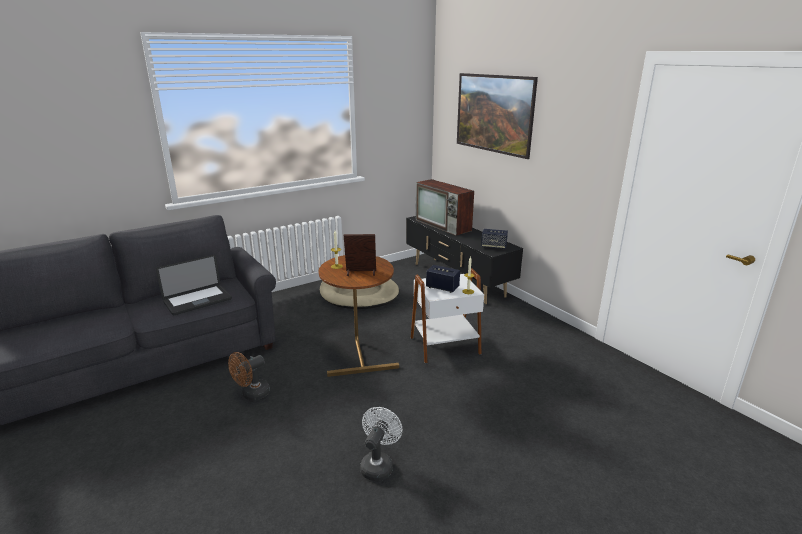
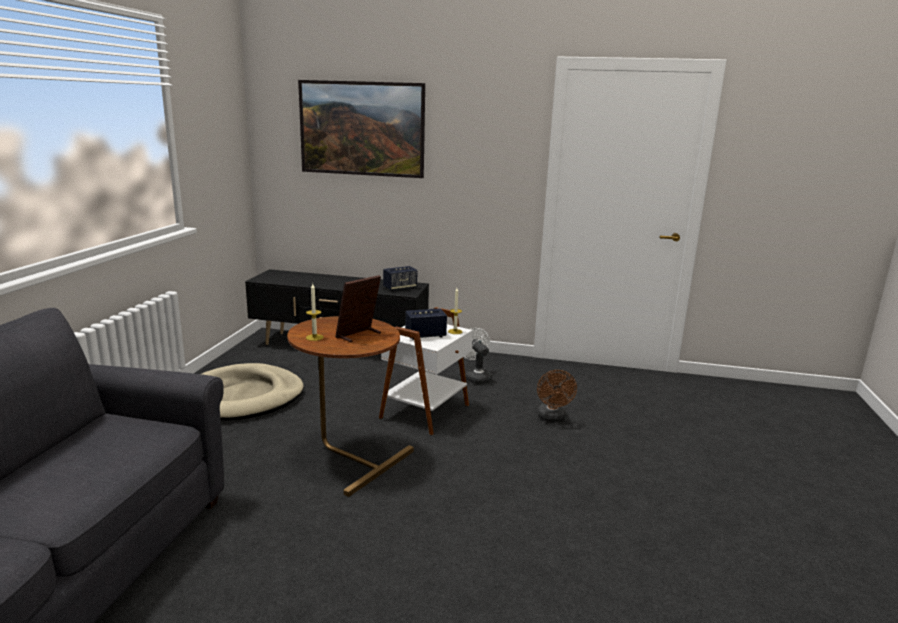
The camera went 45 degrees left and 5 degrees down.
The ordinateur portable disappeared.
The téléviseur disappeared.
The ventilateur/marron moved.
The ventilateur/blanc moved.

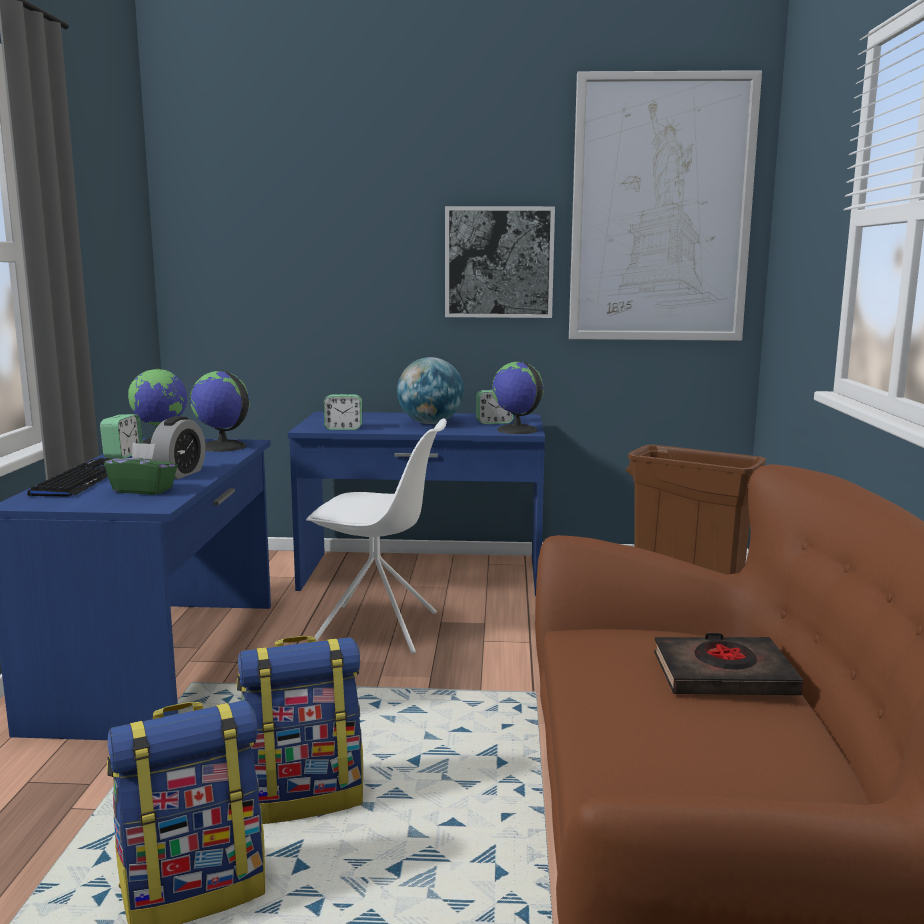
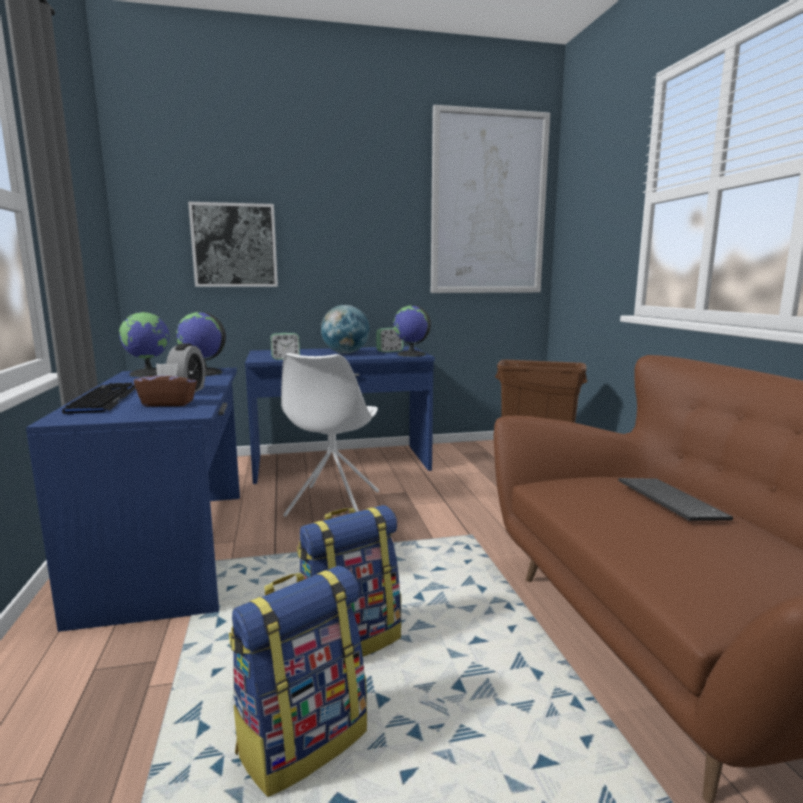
The camera went 15 degrees left and 0 degrees up.
The réveil (1st from left) disappeared.
The tableau (1st from left) moved.
The livre/noir was replaced by the clavier (2nd from left).
The boîte à mouchoirs/vert became the boîte à mouchoirs/marron.
The chaise/blanc turned 105 degrees clockwise.

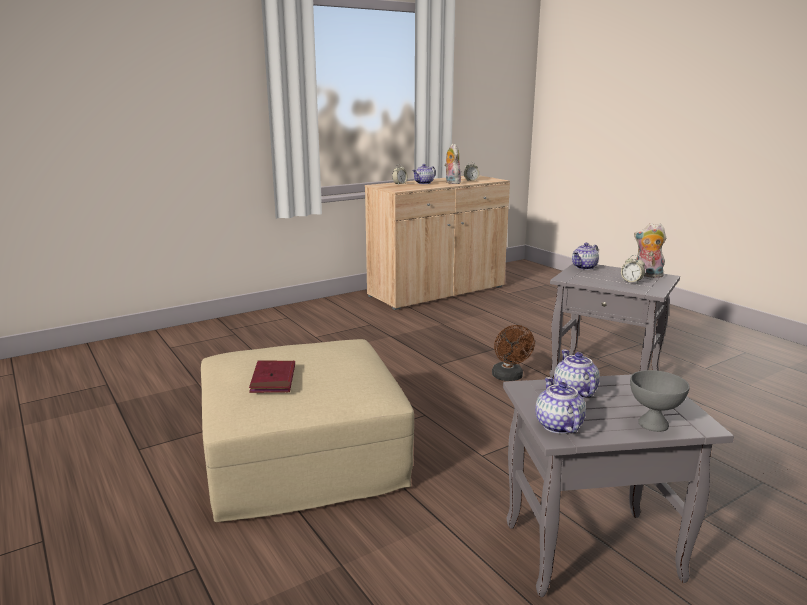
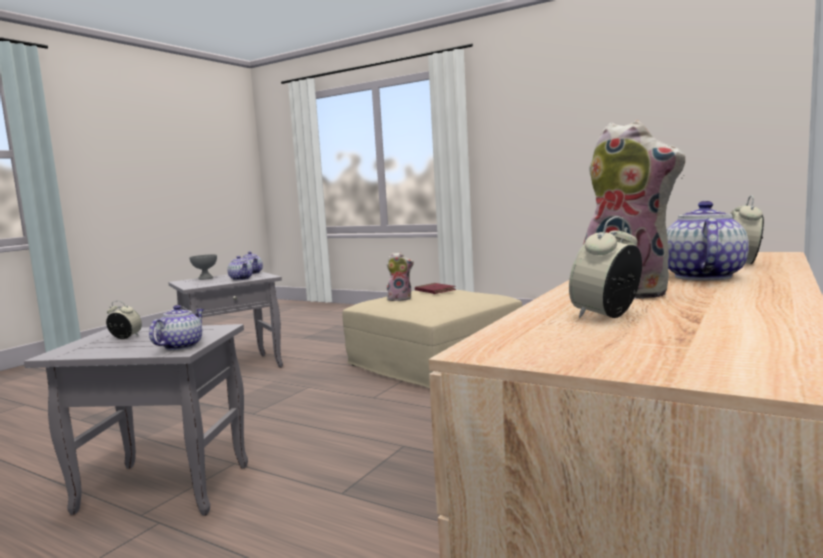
The camera went 155 degrees right and 10 degrees down.
The ventilateur/marron disappeared.
The peluche (2nd from left in the first image) moved.

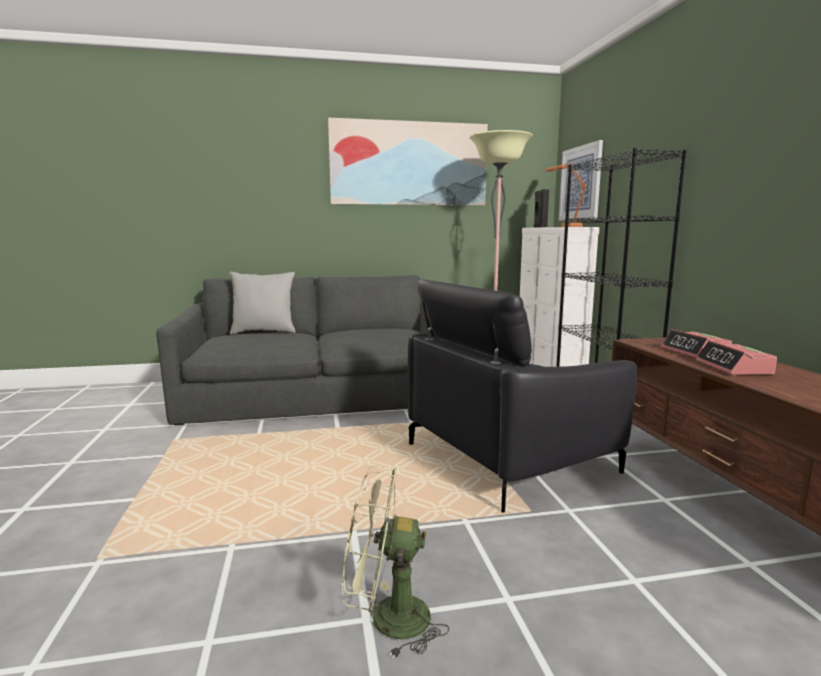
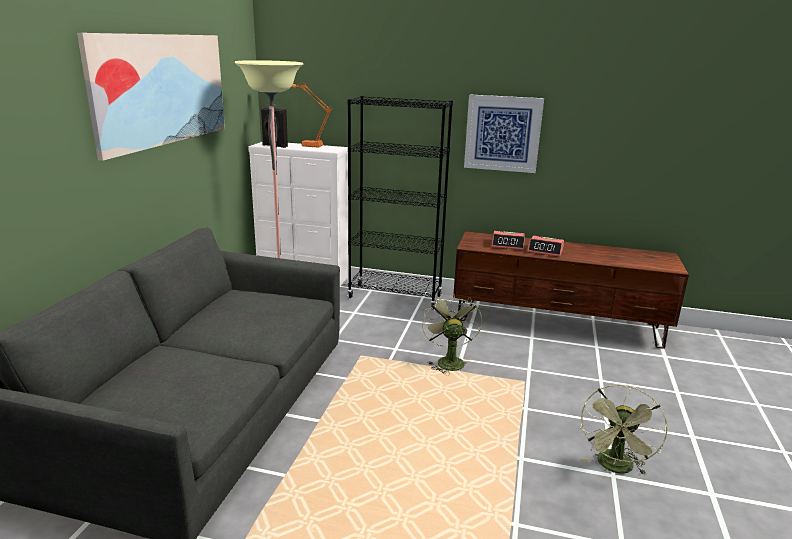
The camera went 65 degrees left and 10 degrees up.
The coussin/gris disappeared.
The tableau (2nd from left) moved.
The fauteuil/noir was replaced by the ventilateur/vert (1st from left).

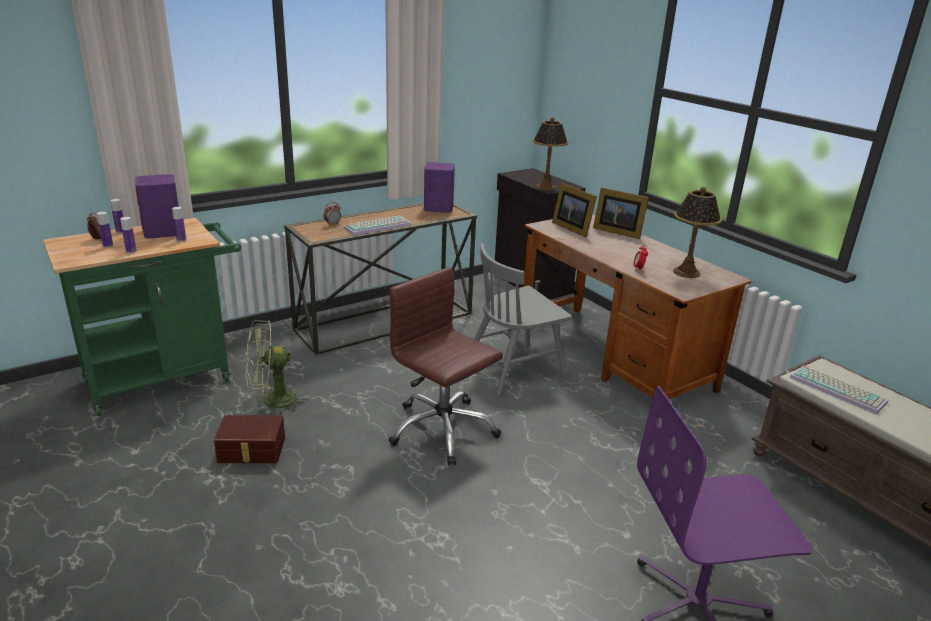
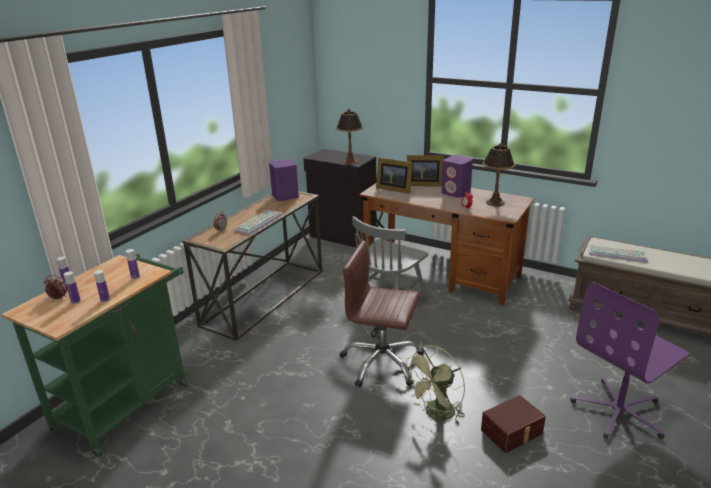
The camera went 25 degrees left and 0 degrees up.
The enceinte/violet (1st from left in the first image) moved.
The boîte de rangement/marron moved.
The ventilateur/vert moved.

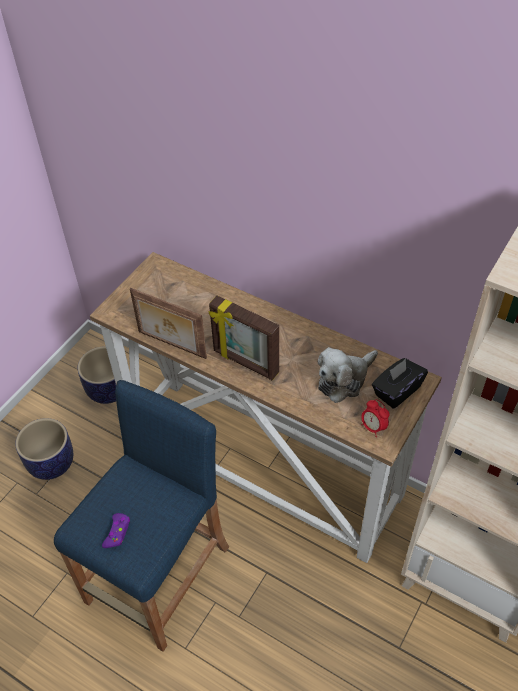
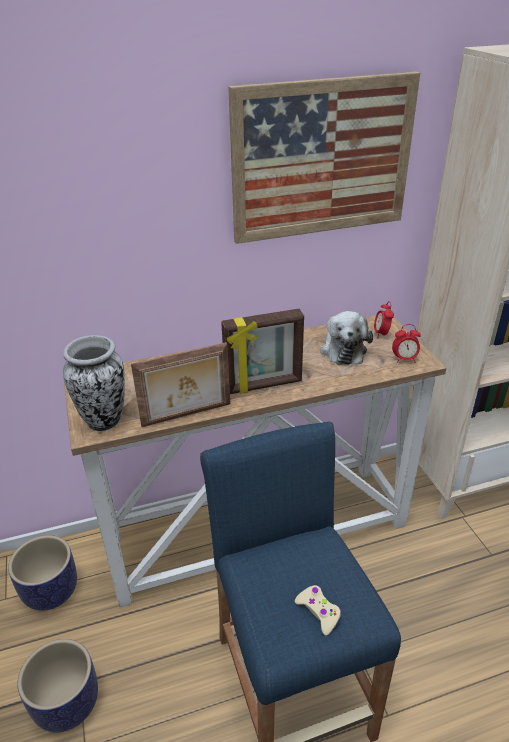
The camera went 50 degrees left and 15 degrees down.
The vase appeared.
The tableau appeared.
The boîte à mouchoirs/noir was replaced by the réveil (1st from left).
The manette/violet became the manette/beige.

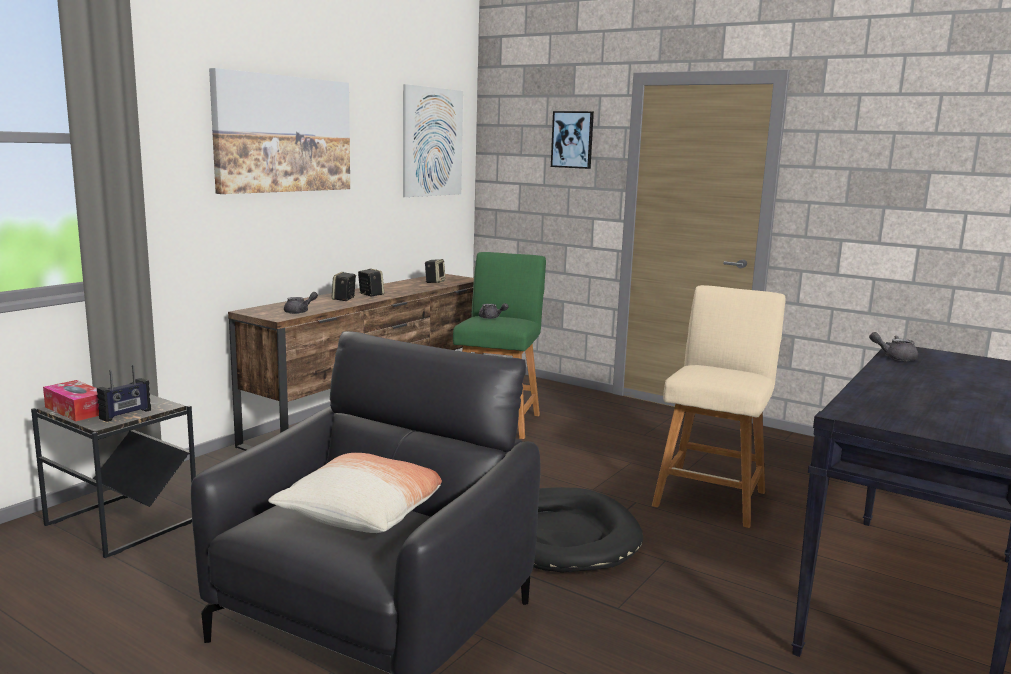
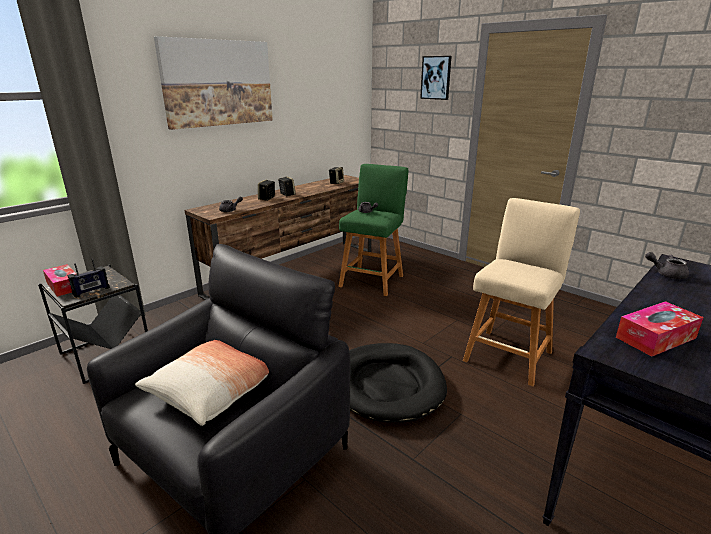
The camera went 10 degrees right and 10 degrees up.
The tableau (2nd from left) disappeared.
The boîte à mouchoirs (2nd from left) appeared.

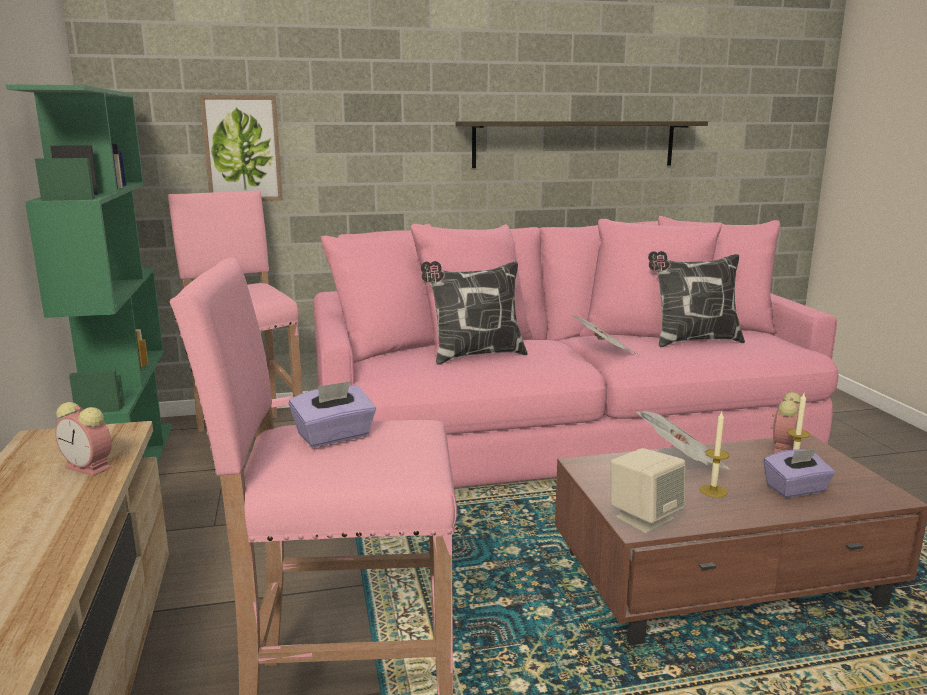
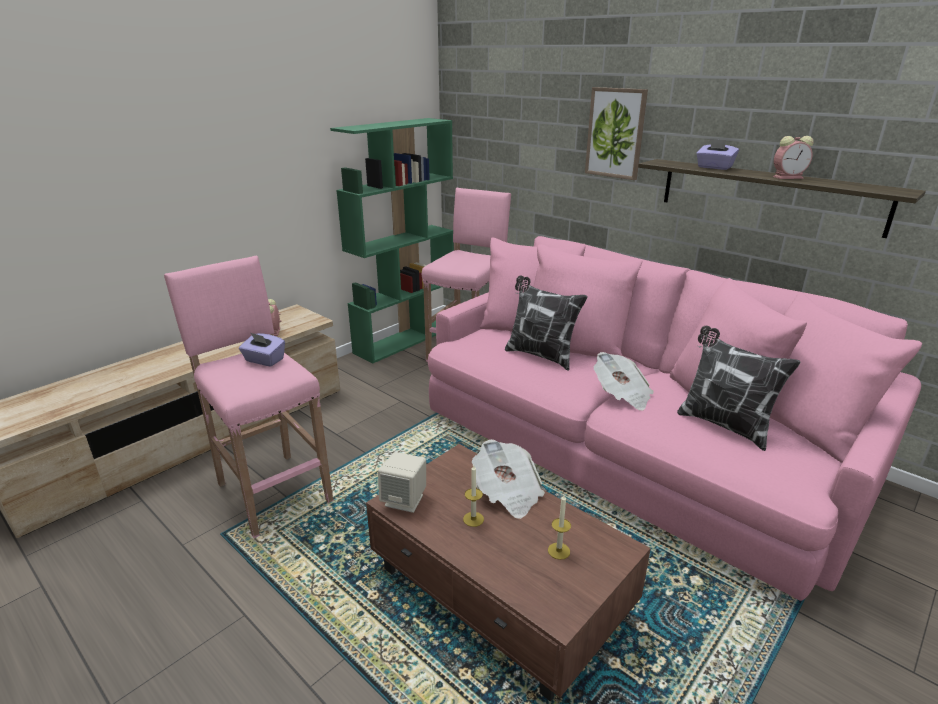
The camera went 55 degrees right and 10 degrees up.
The tableau moved.
The boîte à mouchoirs/violet (2nd from left) moved.
The réveil (2nd from left) moved.

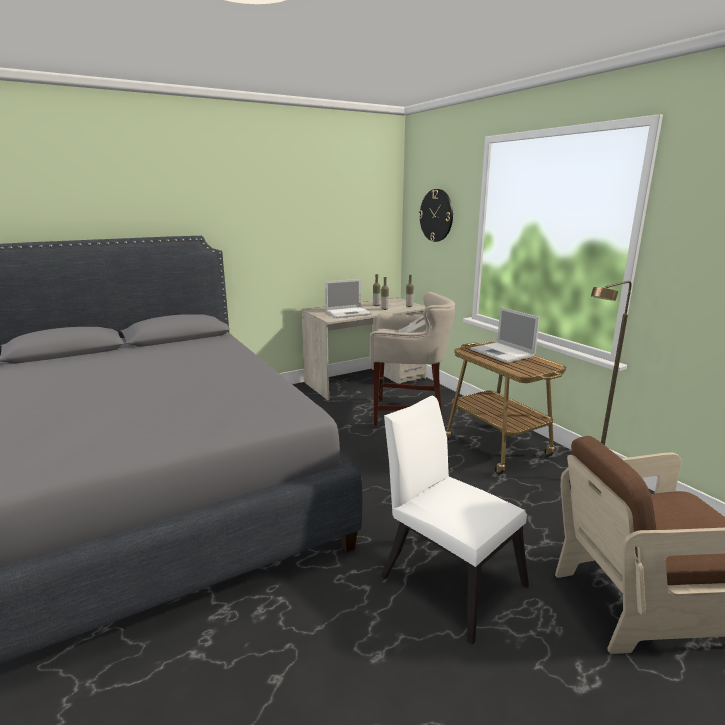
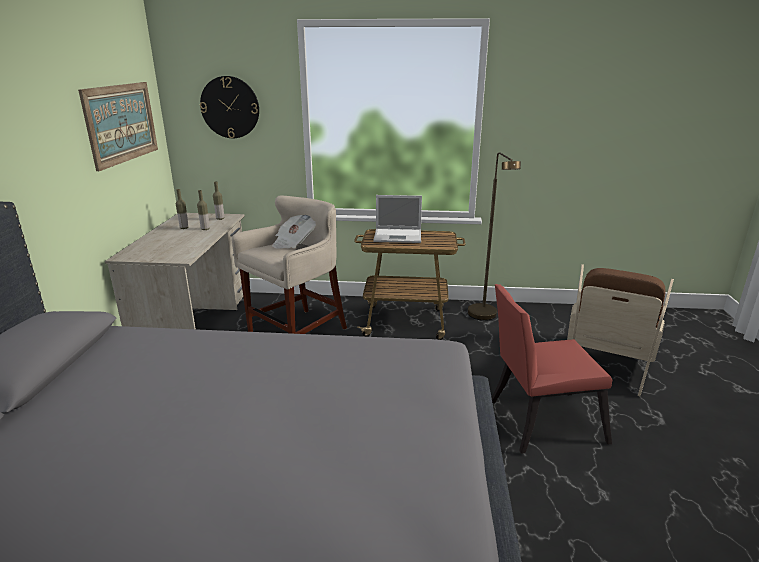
The camera went 55 degrees left and 5 degrees up.
The ordinateur portable (1st from left) disappeared.
The tableau appeared.
The chaise/blanc became the chaise/rouge.

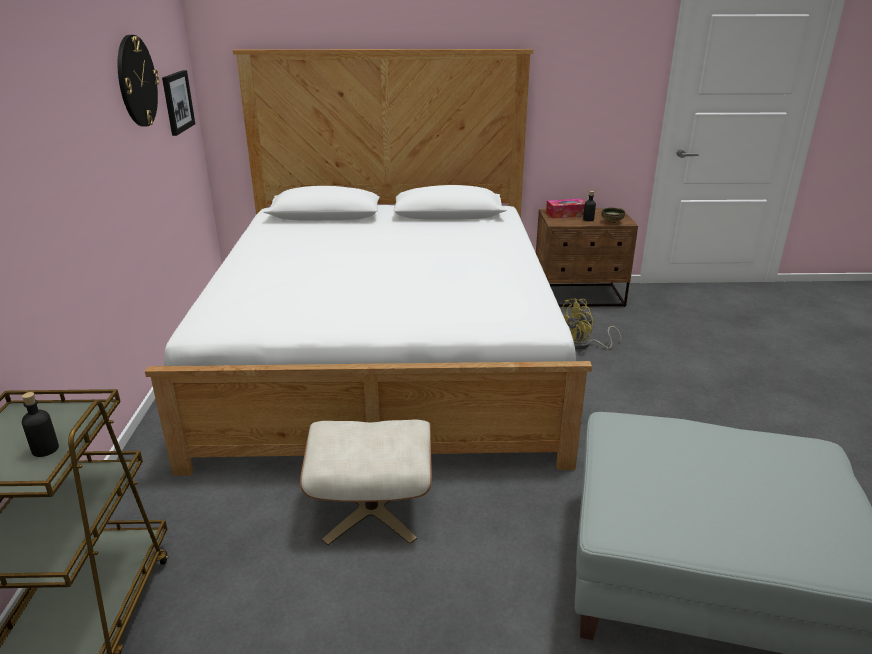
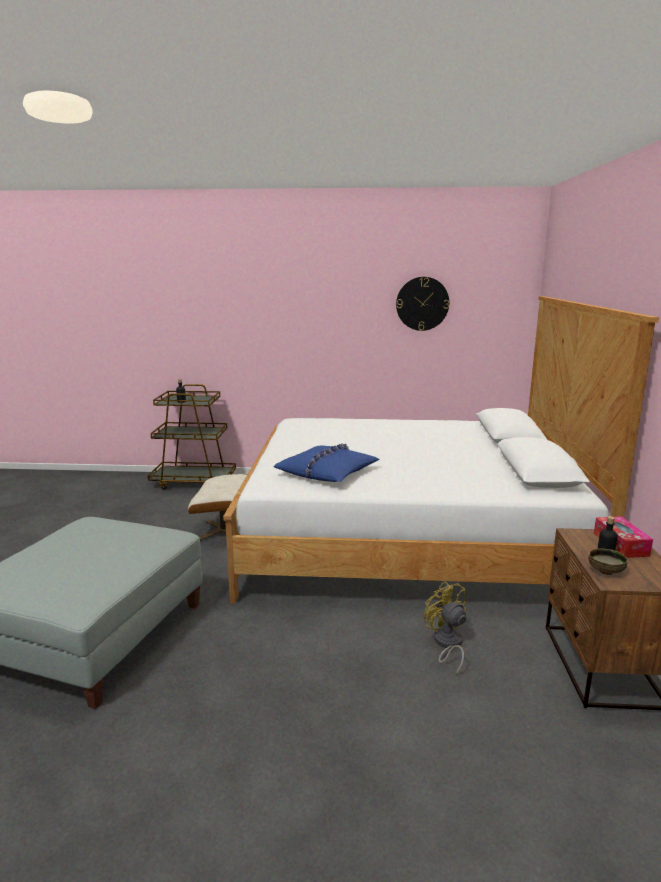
The camera went 95 degrees right and 10 degrees down.
The tableau disappeared.
The coussin/bleu appeared.

